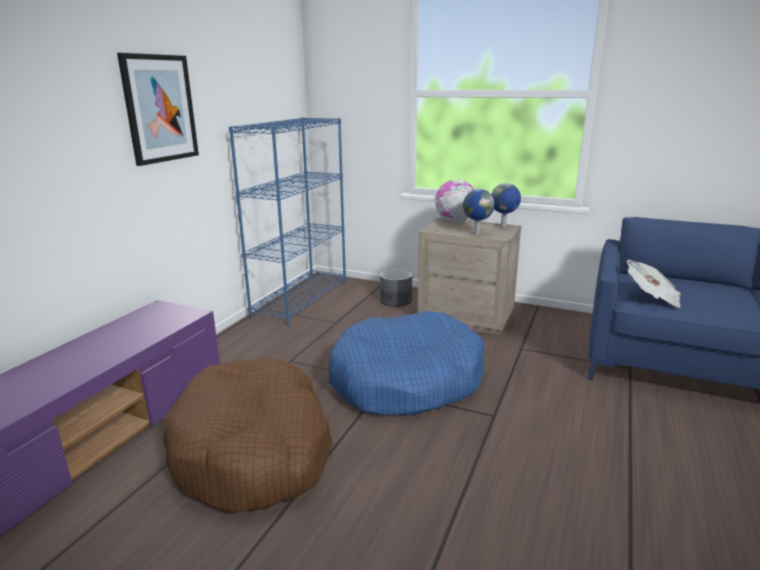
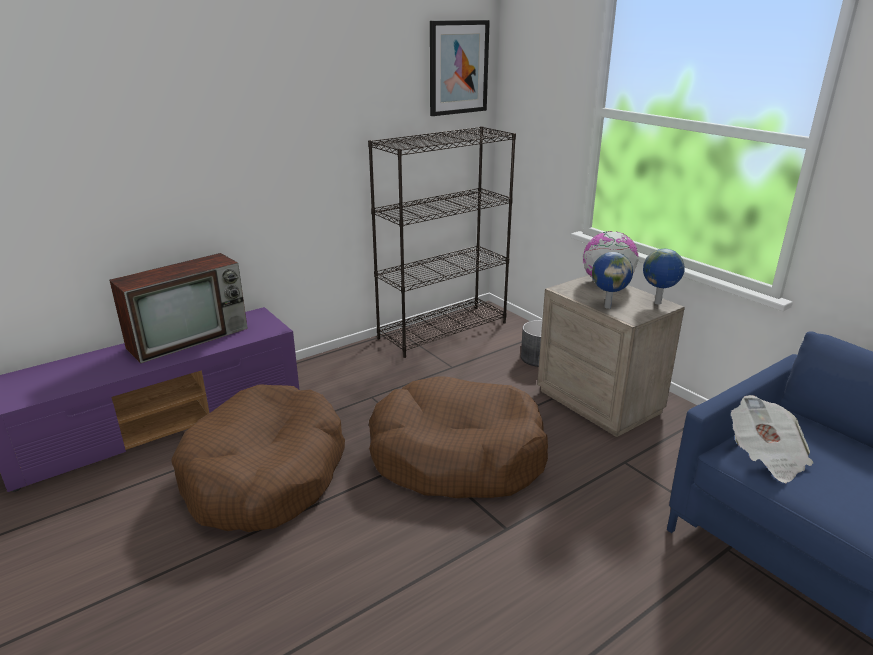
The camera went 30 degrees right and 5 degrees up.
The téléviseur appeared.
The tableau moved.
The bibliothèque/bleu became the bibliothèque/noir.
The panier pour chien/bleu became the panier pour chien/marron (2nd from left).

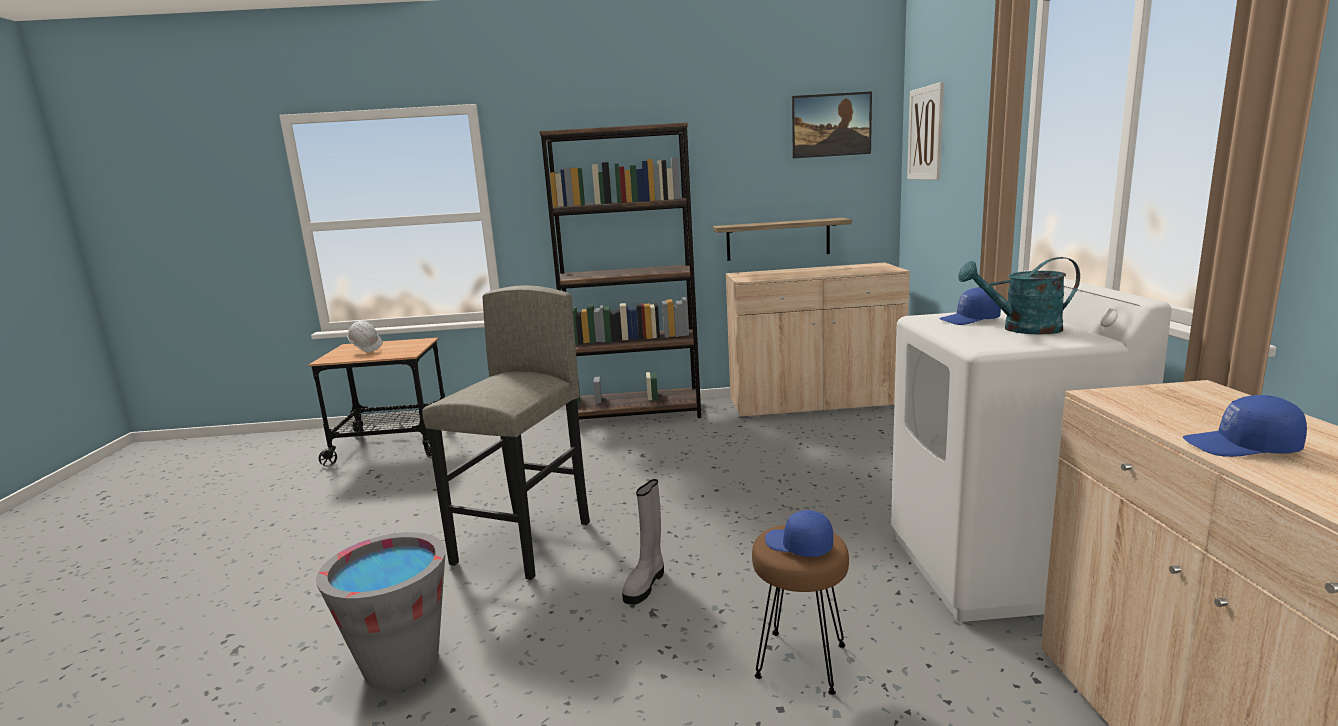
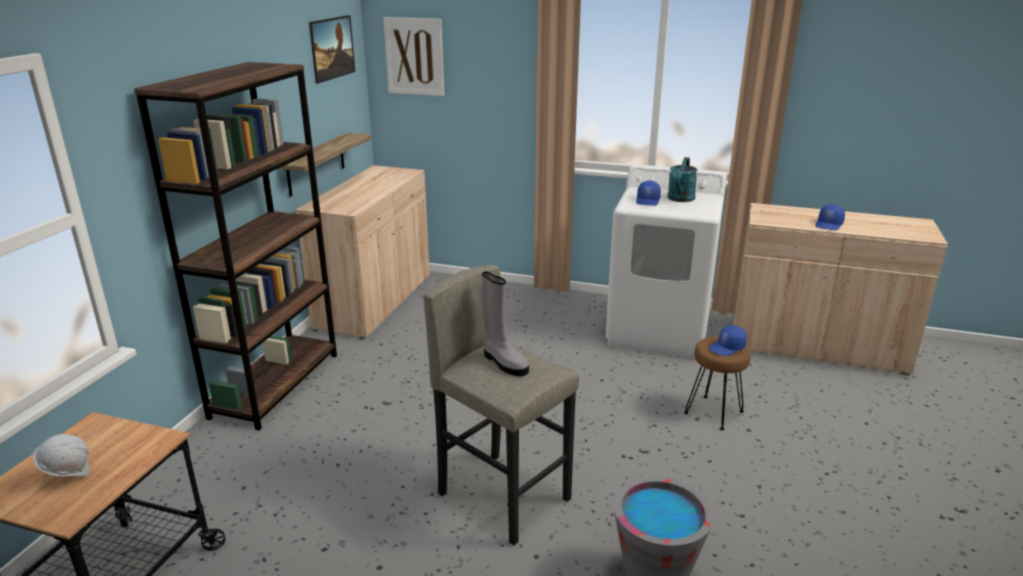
The camera went 70 degrees left and 10 degrees up.
The botte/gris moved.

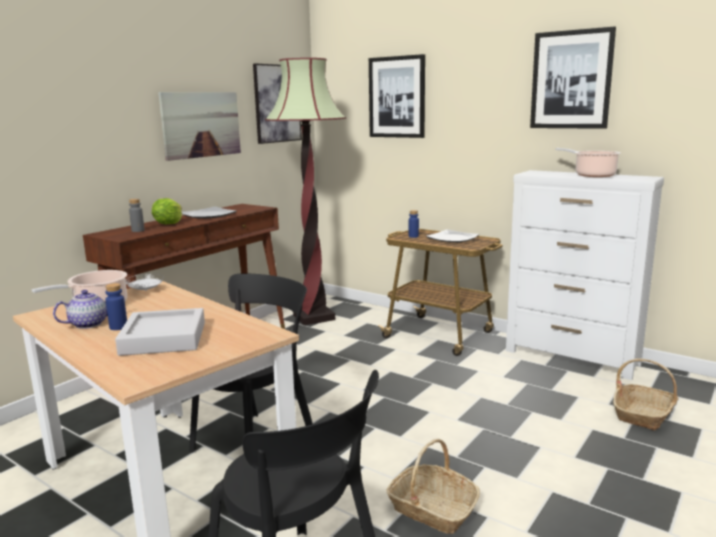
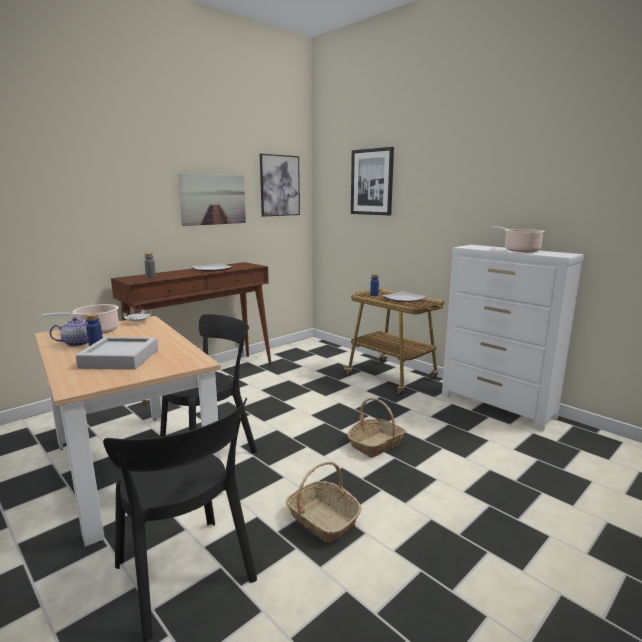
The camera went 10 degrees right and 0 degrees up.
The laitue disappeared.
The lampadaire disappeared.
The tableau (4th from left) disappeared.
The panier (2nd from left) moved.

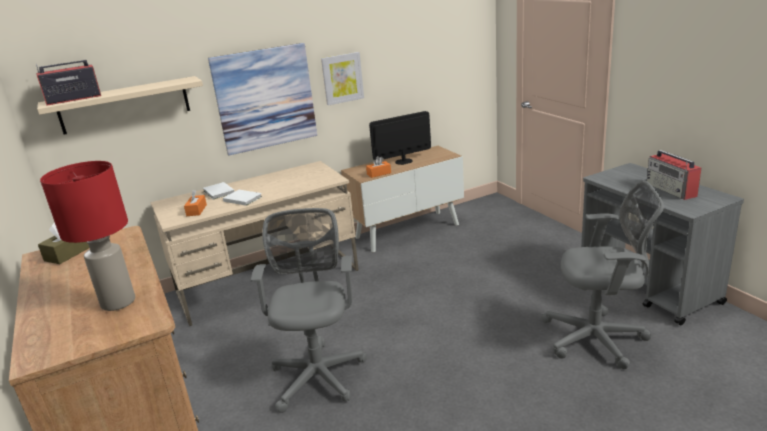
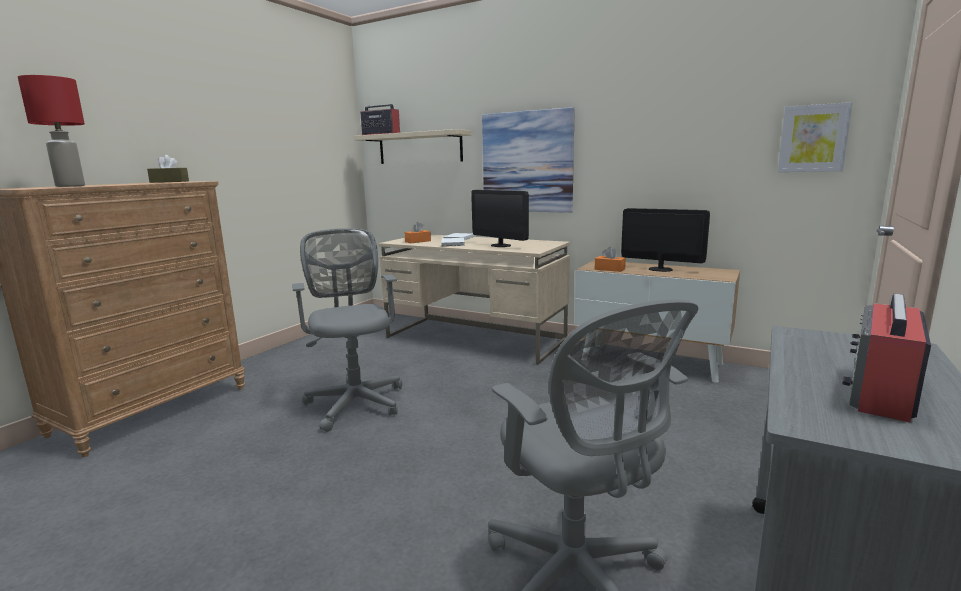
The camera went 55 degrees right and 10 degrees down.
The écran d'ordinateur (1st from left) appeared.
The tableau (2nd from left) moved.
The chaise de bureau/gris (1st from left) turned 75 degrees counterclockwise.

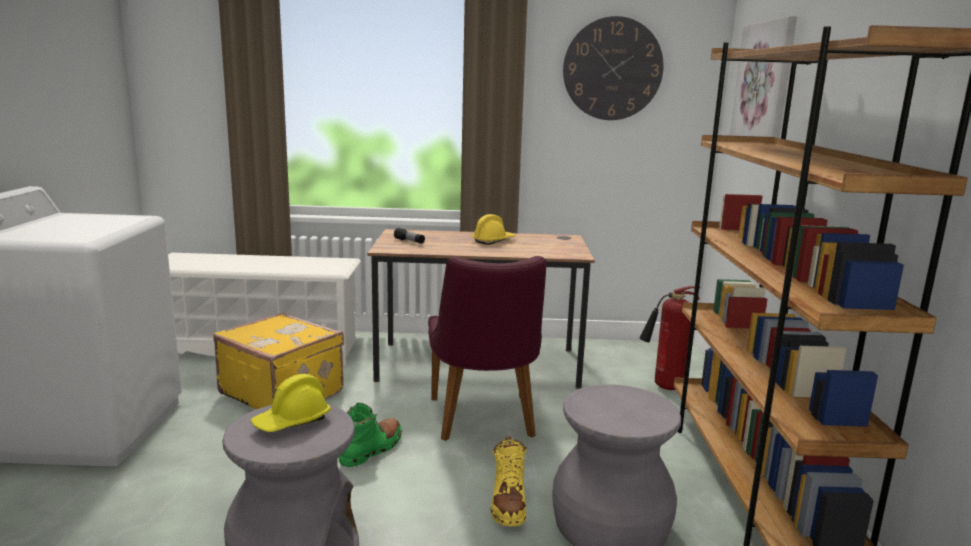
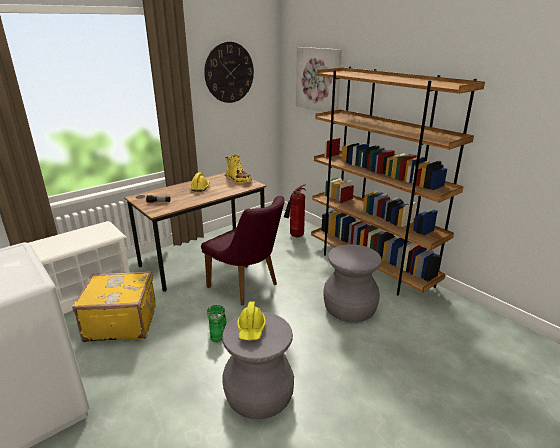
The camera went 40 degrees left and 10 degrees up.
The botte/jaune moved.

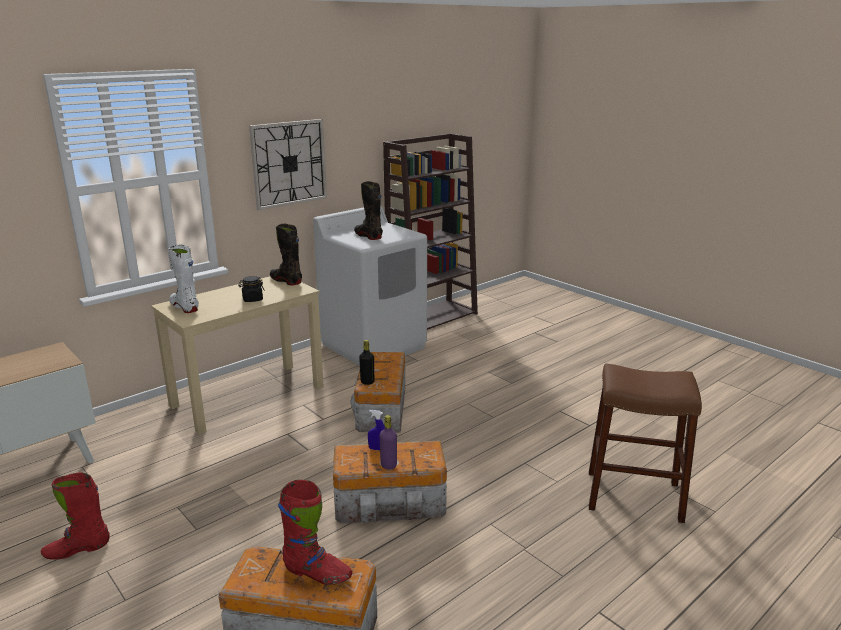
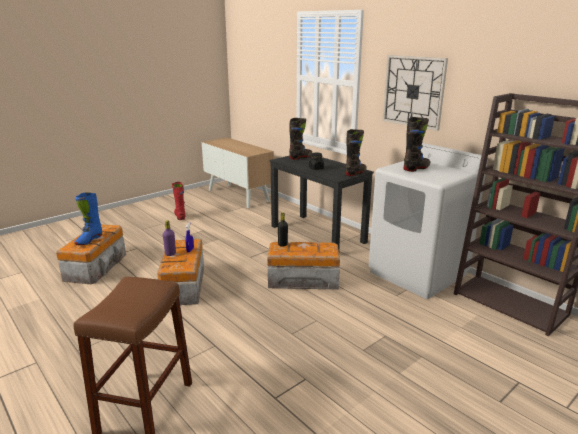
The camera went 90 degrees right and 0 degrees up.
The bureau/beige became the bureau/noir.
The botte/blanc became the botte/noir (1st from left).
The botte/rouge (2nd from left) became the botte/bleu.

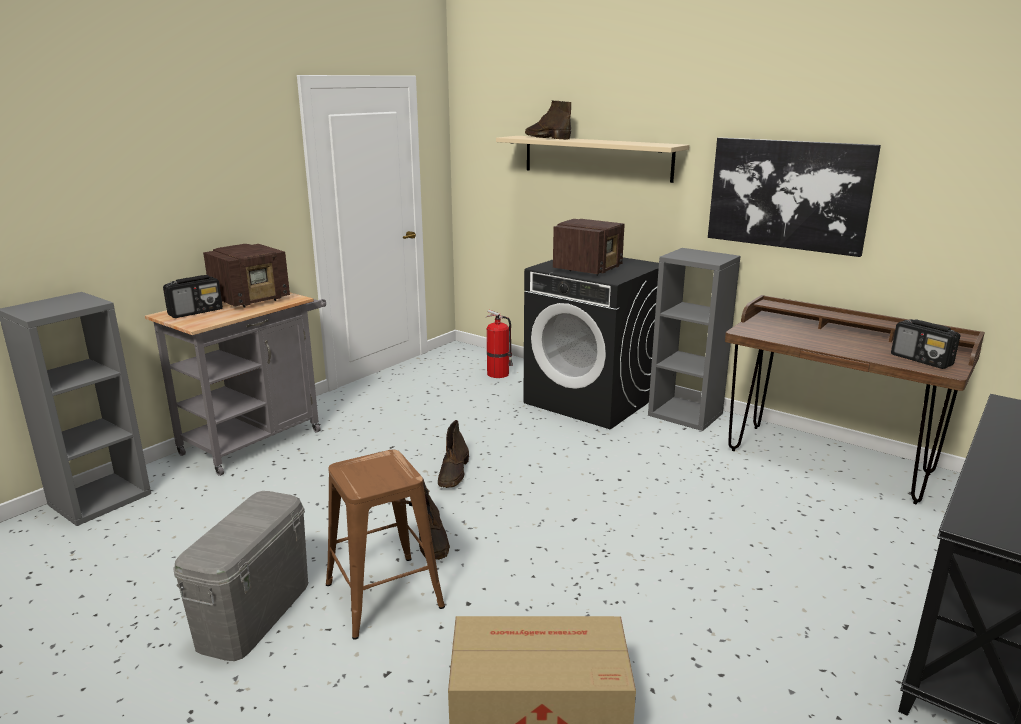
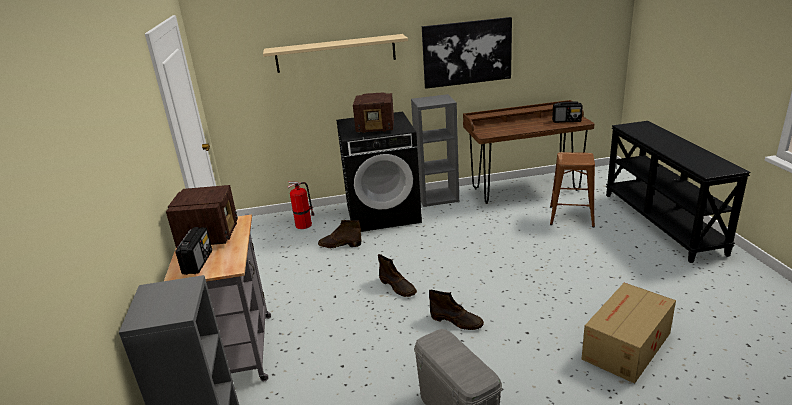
The camera went 45 degrees left and 5 degrees up.
The tabouret/marron moved.
The botte/marron (3rd from left in the first image) moved.
The radio (3rd from left) turned 105 degrees clockwise.

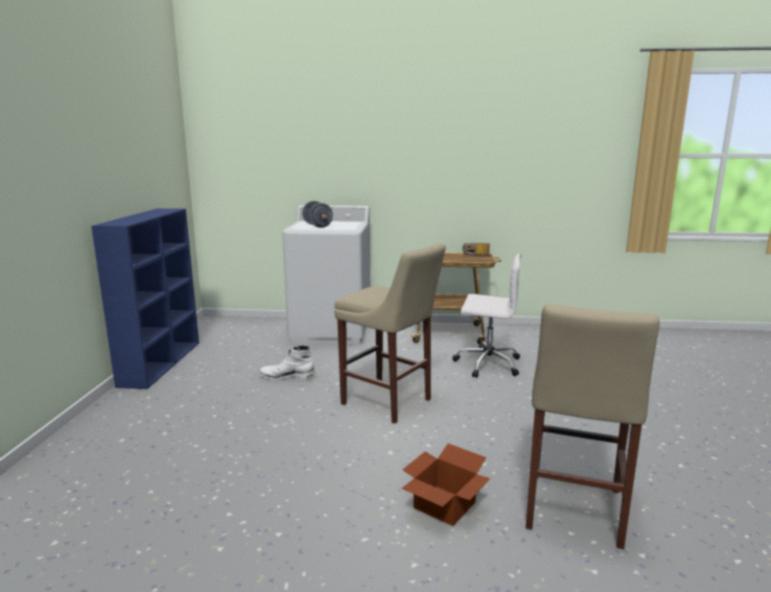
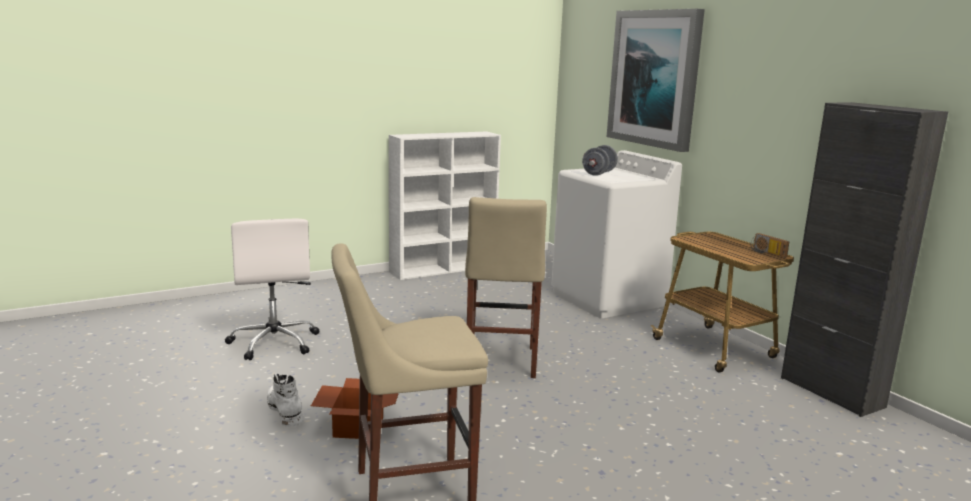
The camera went 55 degrees right and 0 degrees up.
The tableau appeared.
The meuble de rangement/noir appeared.
The botte/blanc moved.
The chaise de bureau/blanc moved.
The bibliothèque/bleu became the bibliothèque/blanc.

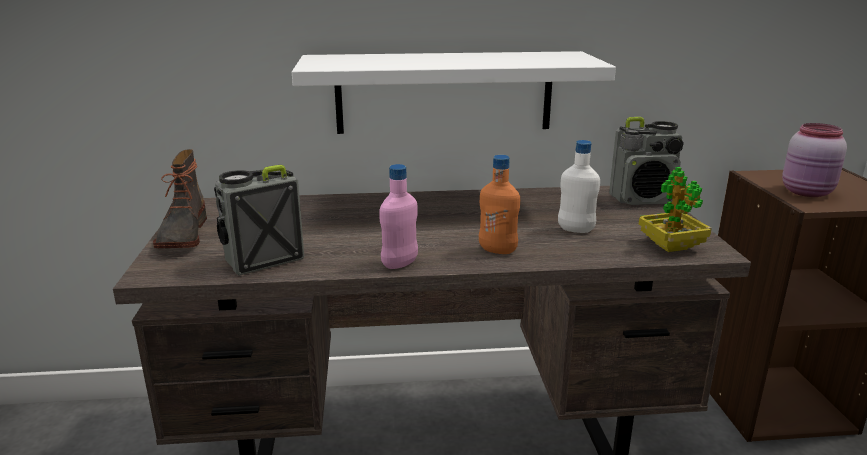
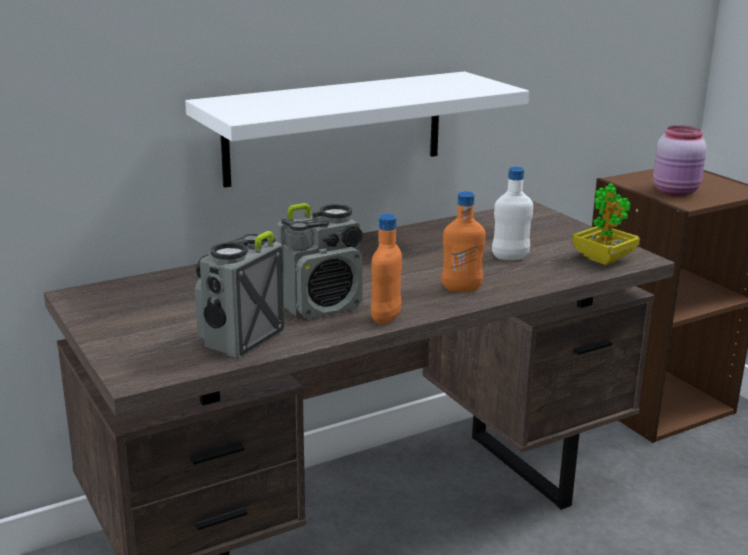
The camera went 25 degrees left and 0 degrees up.
The botte disappeared.
The radio (2nd from left) moved.
The bouteille/rose became the bouteille/orange (1st from left).

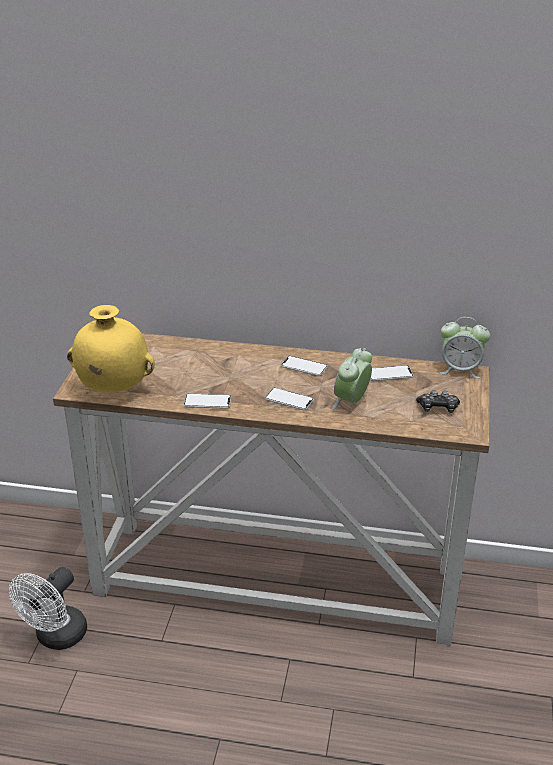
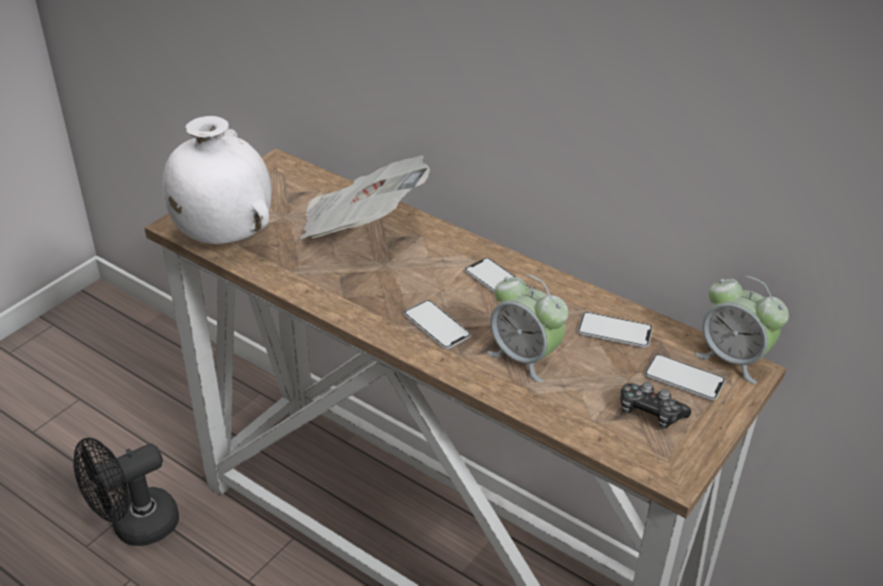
The camera went 25 degrees right and 5 degrees up.
The journal appeared.
The téléphone (1st from left in the first image) moved.
The ventilateur/blanc became the ventilateur/noir.
The vase/jaune became the vase/blanc.
The réveil (1st from left) turned 105 degrees counterclockwise.

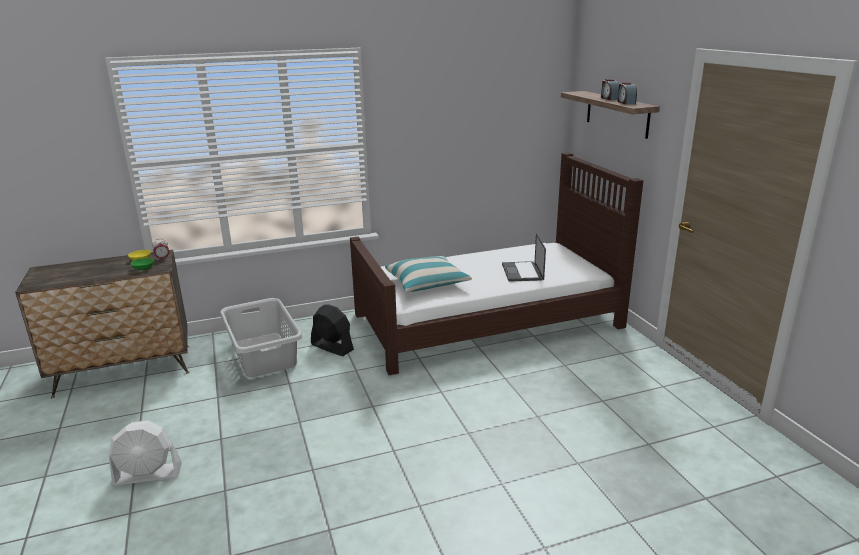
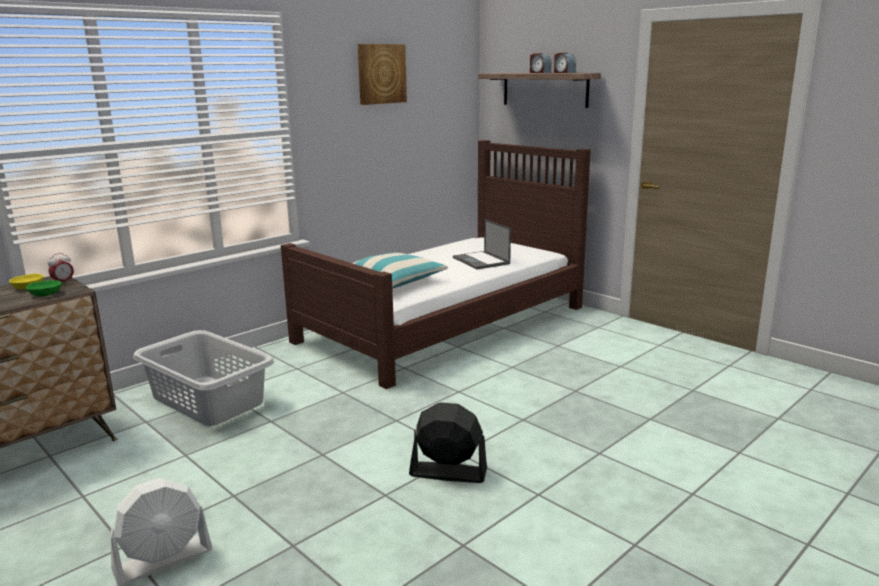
The camera went 25 degrees left and 5 degrees down.
The tableau appeared.
The ventilateur/noir moved.

